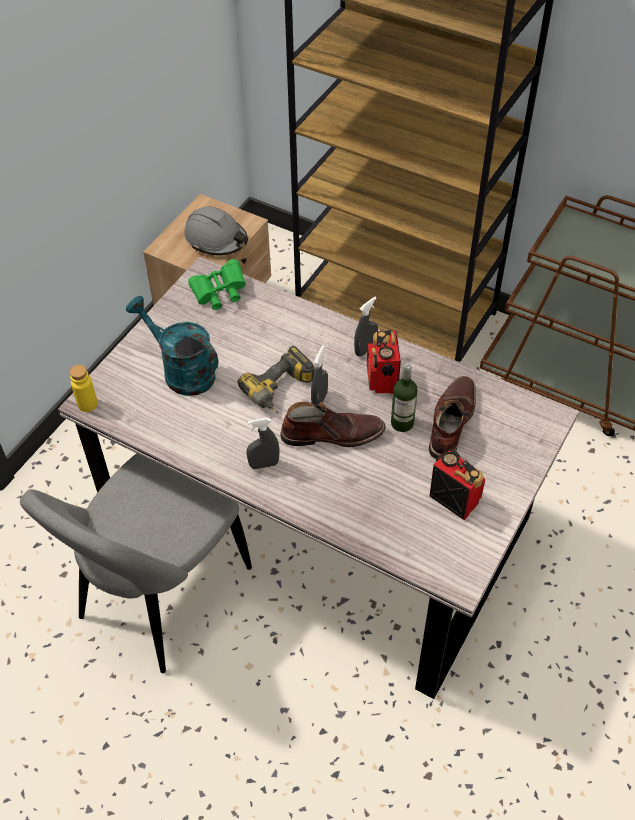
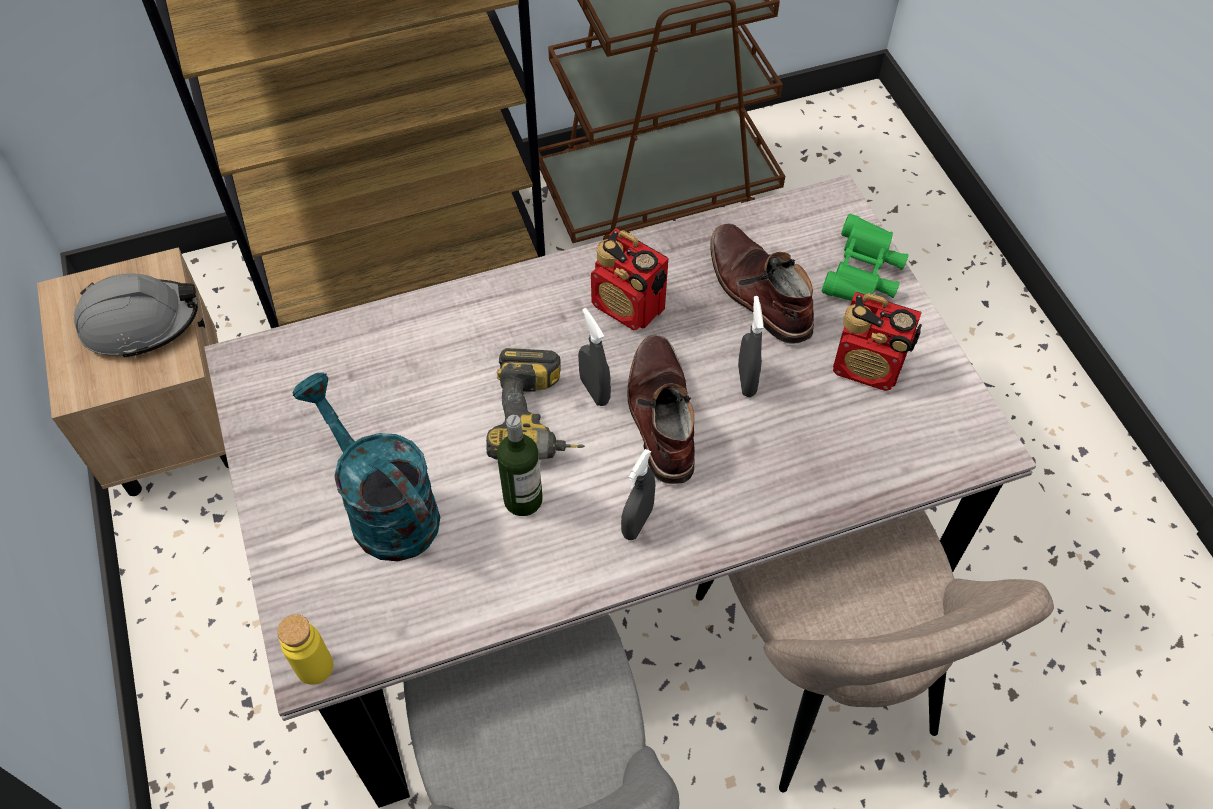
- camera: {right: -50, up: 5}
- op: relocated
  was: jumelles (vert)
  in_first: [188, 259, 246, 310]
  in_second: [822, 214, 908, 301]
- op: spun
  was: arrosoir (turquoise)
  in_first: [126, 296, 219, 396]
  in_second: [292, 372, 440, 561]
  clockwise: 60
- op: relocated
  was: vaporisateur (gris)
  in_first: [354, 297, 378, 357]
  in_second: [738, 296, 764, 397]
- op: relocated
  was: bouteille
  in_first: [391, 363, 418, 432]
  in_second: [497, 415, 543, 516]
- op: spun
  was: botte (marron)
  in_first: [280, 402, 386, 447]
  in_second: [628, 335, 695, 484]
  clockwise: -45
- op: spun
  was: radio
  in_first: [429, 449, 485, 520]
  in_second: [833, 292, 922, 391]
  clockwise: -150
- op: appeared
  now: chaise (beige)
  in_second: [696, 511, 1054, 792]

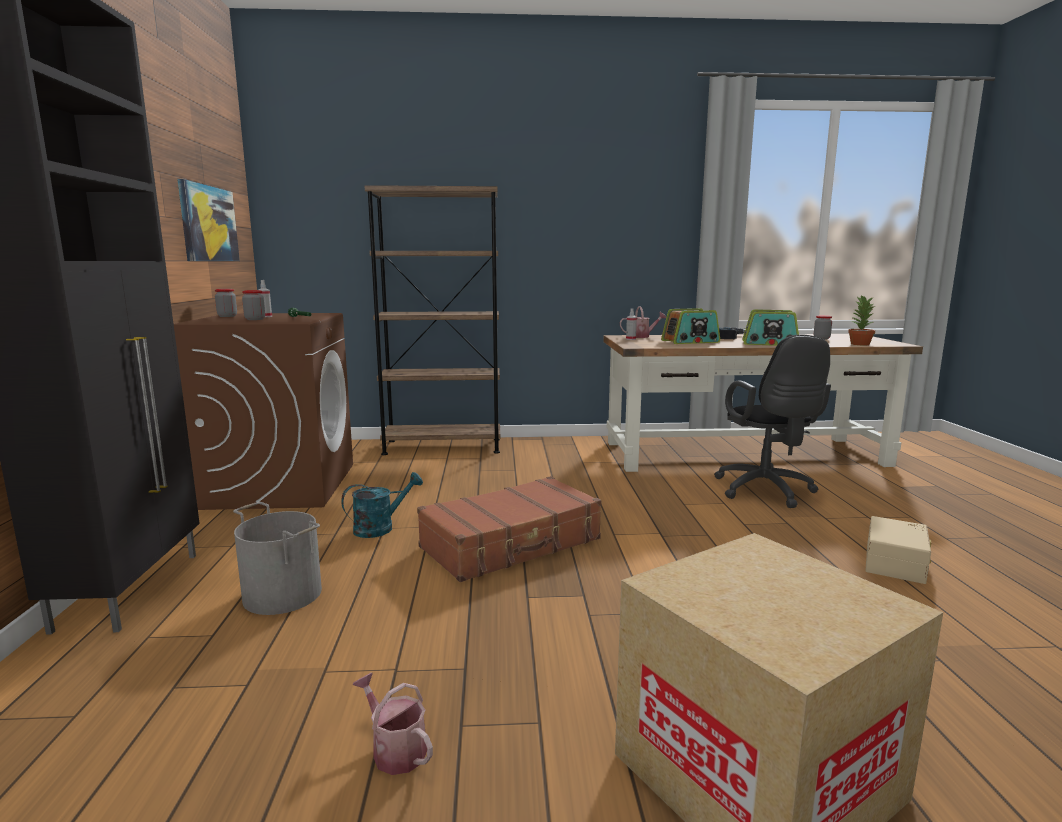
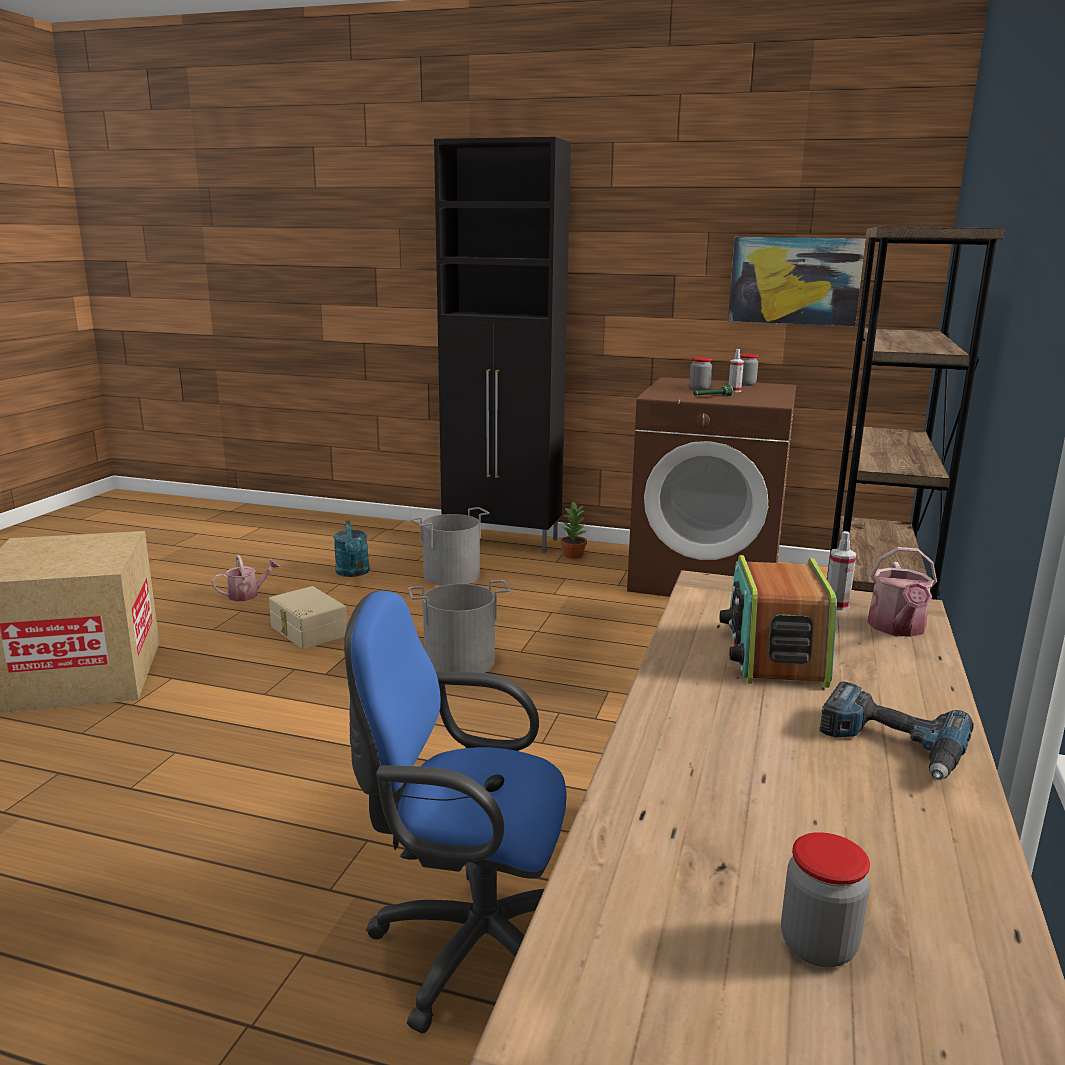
- camera: {right: 110, up: 5}
- op: relocated
  was: plante en pot
  in_first: [848, 295, 875, 345]
  in_second: [560, 501, 588, 559]
- op: missing
  was: radio
  in_first: [742, 309, 799, 346]
- op: colour
  was: chaise de bureau (noir)
  now: chaise de bureau (bleu)
  in_first: [714, 334, 831, 508]
  in_second: [344, 590, 567, 1034]
- op: relocated
  was: arrosoir (turquoise)
  in_first: [341, 472, 423, 538]
  in_second: [333, 520, 370, 577]
- op: exchanged
  was: valise (marron)
  now: seau (gris)
  in_first: [417, 476, 601, 582]
  in_second: [408, 580, 510, 673]
- op: relocated
  was: boîte de rangement (beige)
  in_first: [865, 516, 931, 584]
  in_second: [269, 586, 347, 649]

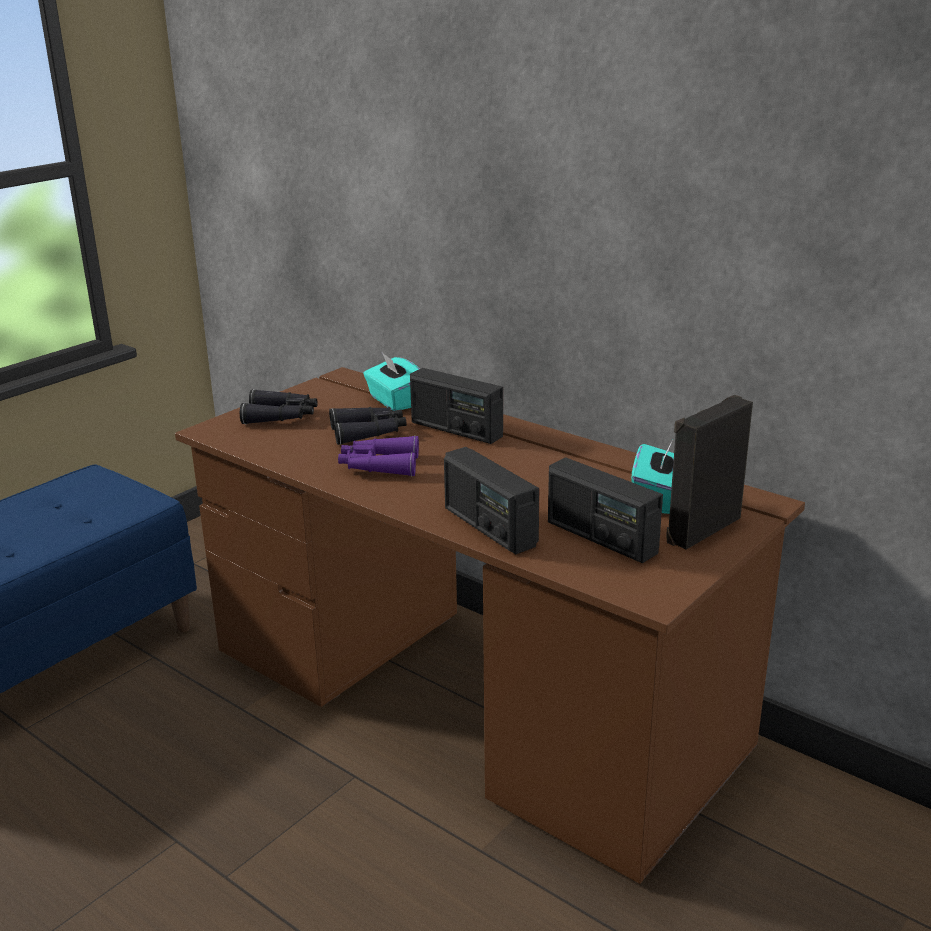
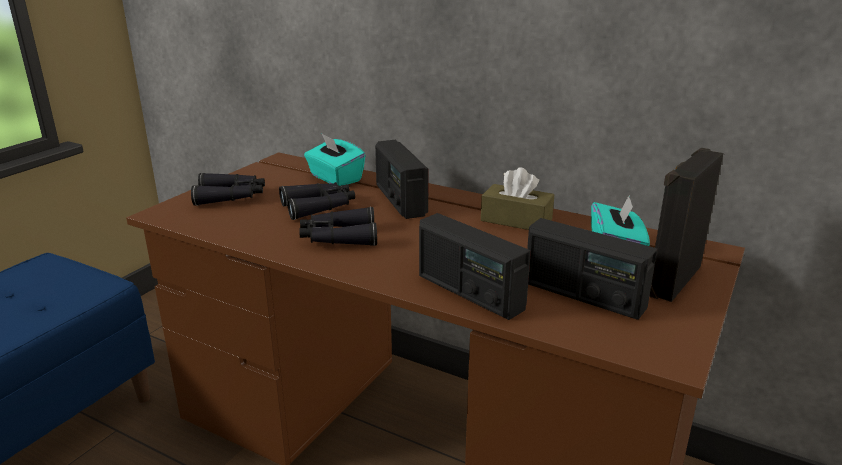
- camera: {right: -10, up: 0}
- op: spun
  was: radio
  in_first: [410, 368, 503, 444]
  in_second: [375, 140, 429, 219]
  clockwise: 45
- op: colour
  was: jumelles (violet)
  now: jumelles (noir)
  in_first: [338, 436, 419, 476]
  in_second: [299, 207, 377, 246]
- op: appeared
  now: boîte à mouchoirs (marron)
  in_second: [481, 167, 554, 230]

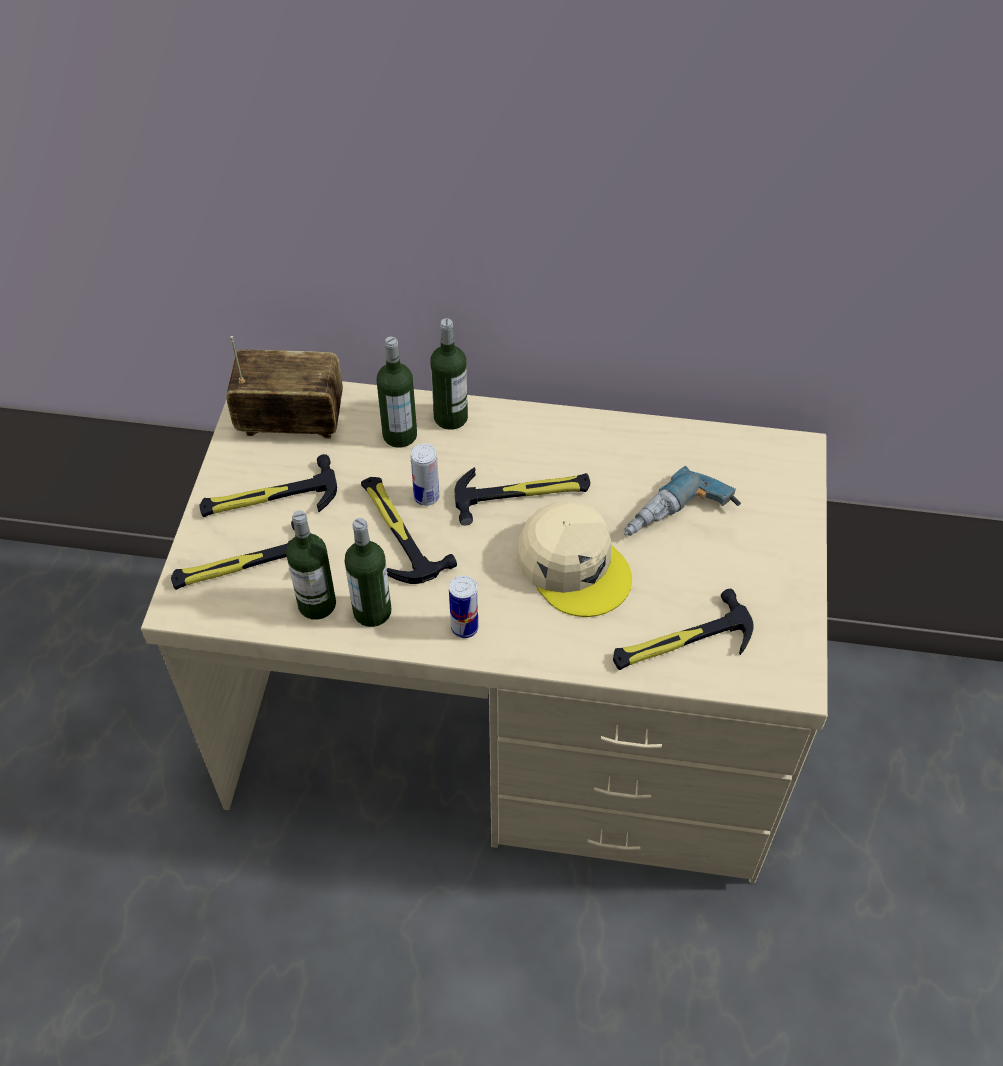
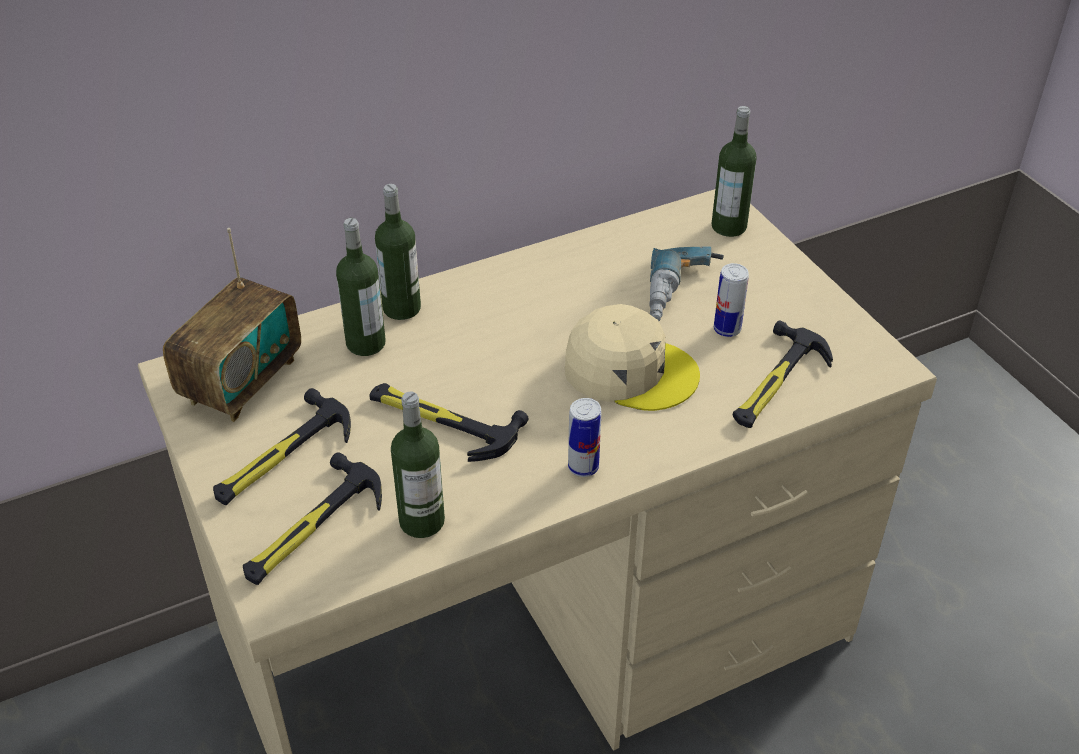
- camera: {right: -35, up: -10}
- op: spun
  was: radio
  in_first: [226, 336, 343, 438]
  in_second: [163, 228, 301, 422]
  clockwise: 150
- op: relocated
  was: boîte métallique
  in_first: [411, 443, 439, 506]
  in_second: [714, 263, 749, 337]
- op: missing
  was: marteau
  in_first: [455, 467, 590, 525]
- op: relocated
  was: bouteille
  in_first: [345, 518, 391, 627]
  in_second: [712, 106, 757, 237]

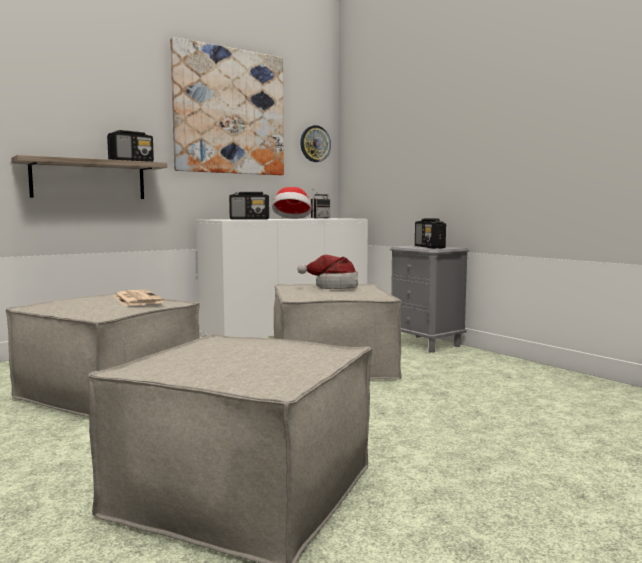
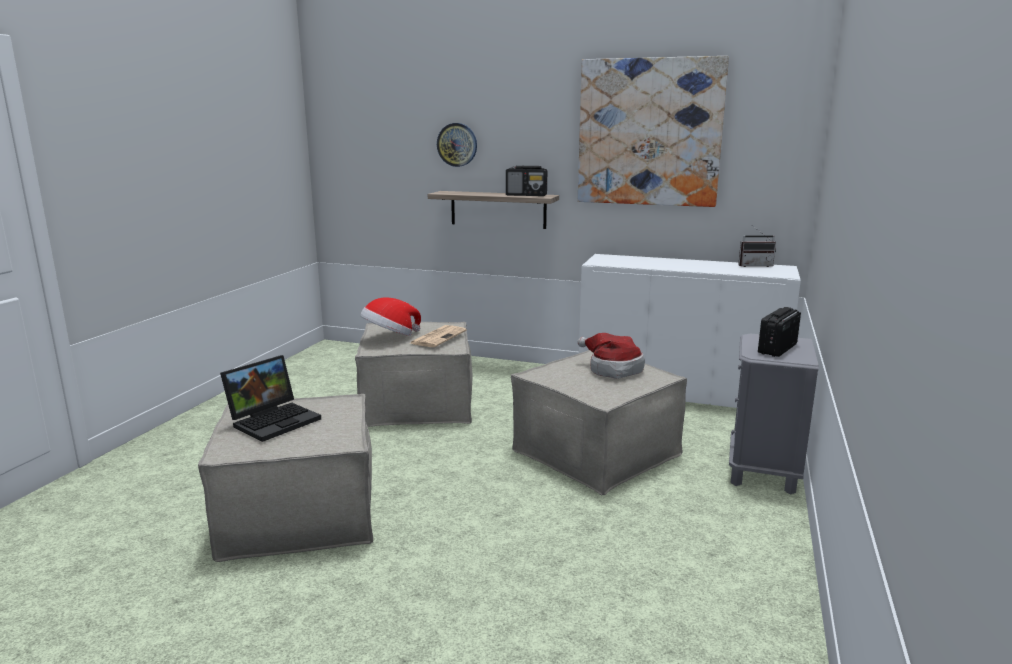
- camera: {right: 55, up: 10}
- op: relocated
  was: horloge murale
  in_first: [300, 125, 331, 162]
  in_second: [437, 123, 477, 167]
- op: relocated
  was: chapeau
  in_first: [272, 187, 312, 219]
  in_second: [360, 298, 421, 336]
- op: missing
  was: radio
  in_first: [229, 192, 269, 220]
- op: appeared
  now: ordinateur portable
  in_second: [220, 355, 321, 442]

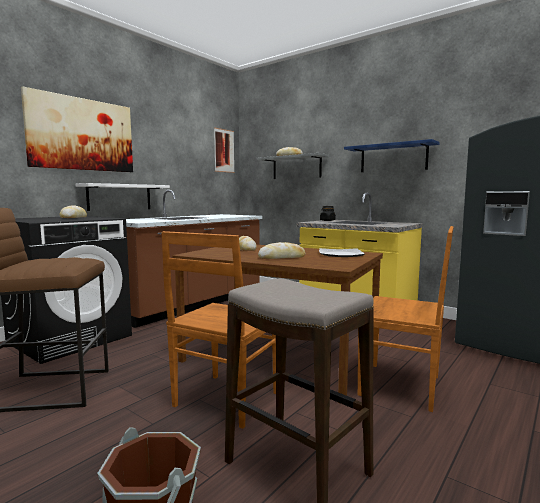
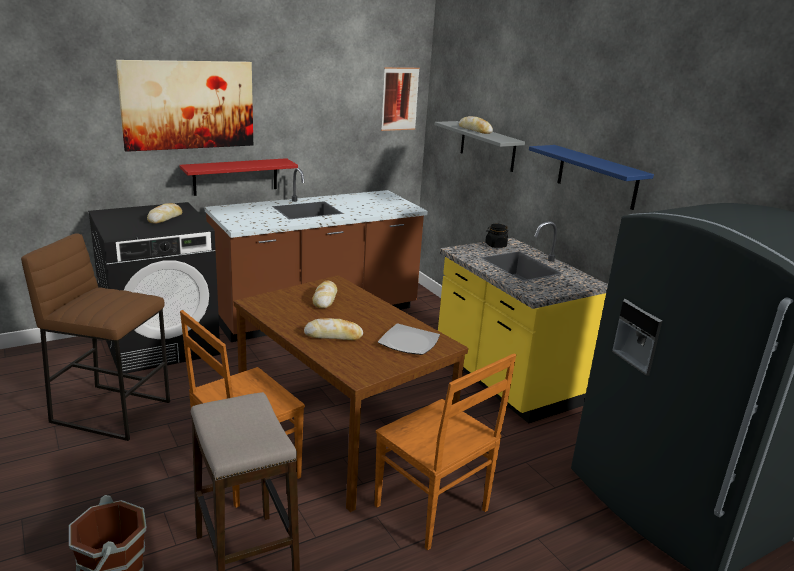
- camera: {right: 20, up: 15}
- op: colour
  was: étagère (blanc)
  now: étagère (rouge)
  in_first: [75, 183, 170, 211]
  in_second: [180, 158, 298, 196]

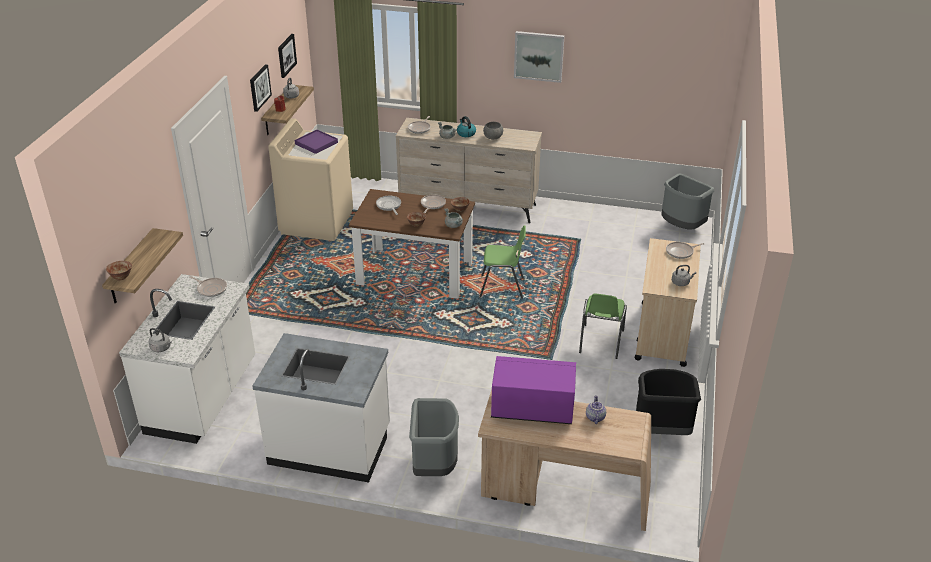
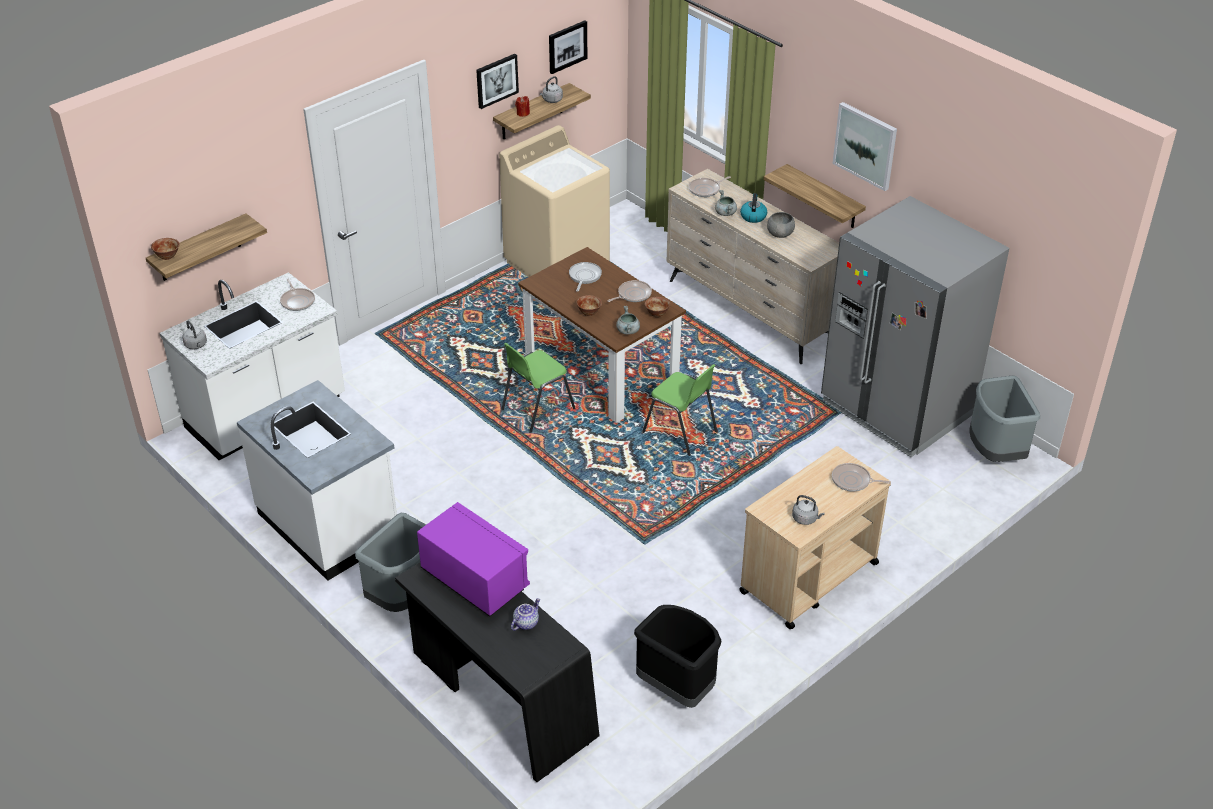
- camera: {right: 35, up: 5}
- op: missing
  was: plateau (violet)
  in_first: [294, 130, 338, 154]
- op: relocated
  was: chaise (vert)
  in_first: [579, 293, 627, 359]
  in_second: [501, 343, 576, 433]
- op: colour
  was: bureau (beige)
  now: bureau (noir)
  in_first: [478, 390, 651, 531]
  in_second: [395, 562, 600, 782]
- op: appeared
  now: étagère
  in_second: [764, 164, 866, 228]
- op: appeared
  now: réfrigérateur (gris)
  in_second: [821, 196, 1009, 457]

